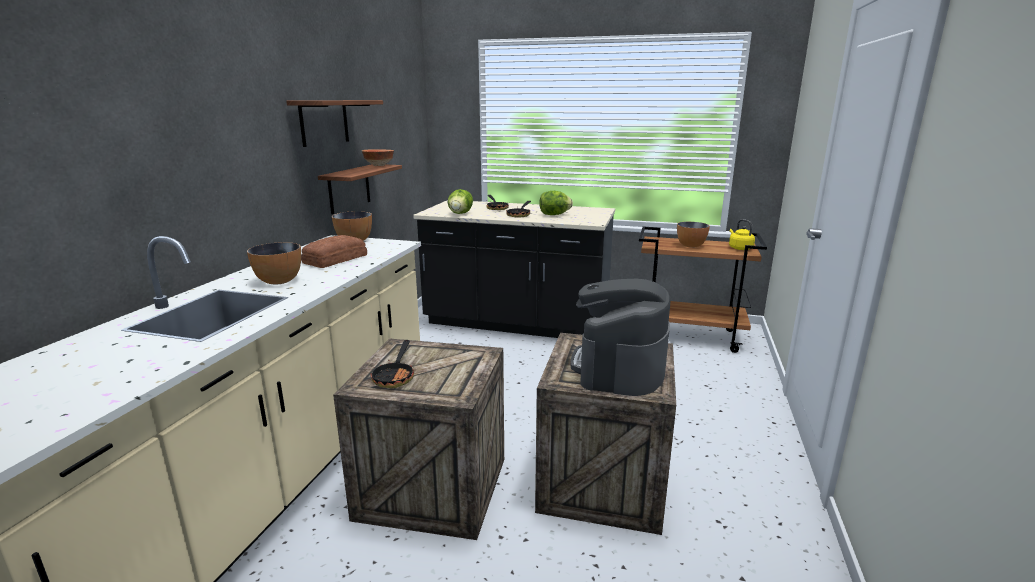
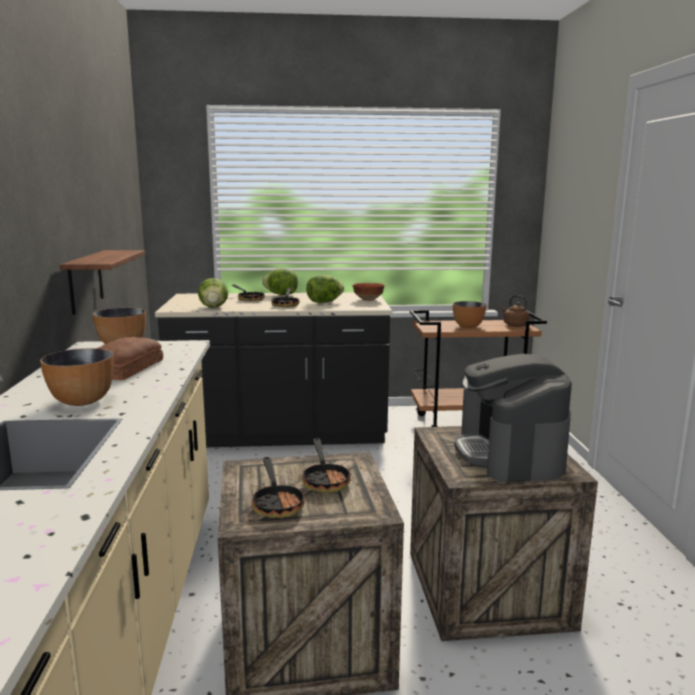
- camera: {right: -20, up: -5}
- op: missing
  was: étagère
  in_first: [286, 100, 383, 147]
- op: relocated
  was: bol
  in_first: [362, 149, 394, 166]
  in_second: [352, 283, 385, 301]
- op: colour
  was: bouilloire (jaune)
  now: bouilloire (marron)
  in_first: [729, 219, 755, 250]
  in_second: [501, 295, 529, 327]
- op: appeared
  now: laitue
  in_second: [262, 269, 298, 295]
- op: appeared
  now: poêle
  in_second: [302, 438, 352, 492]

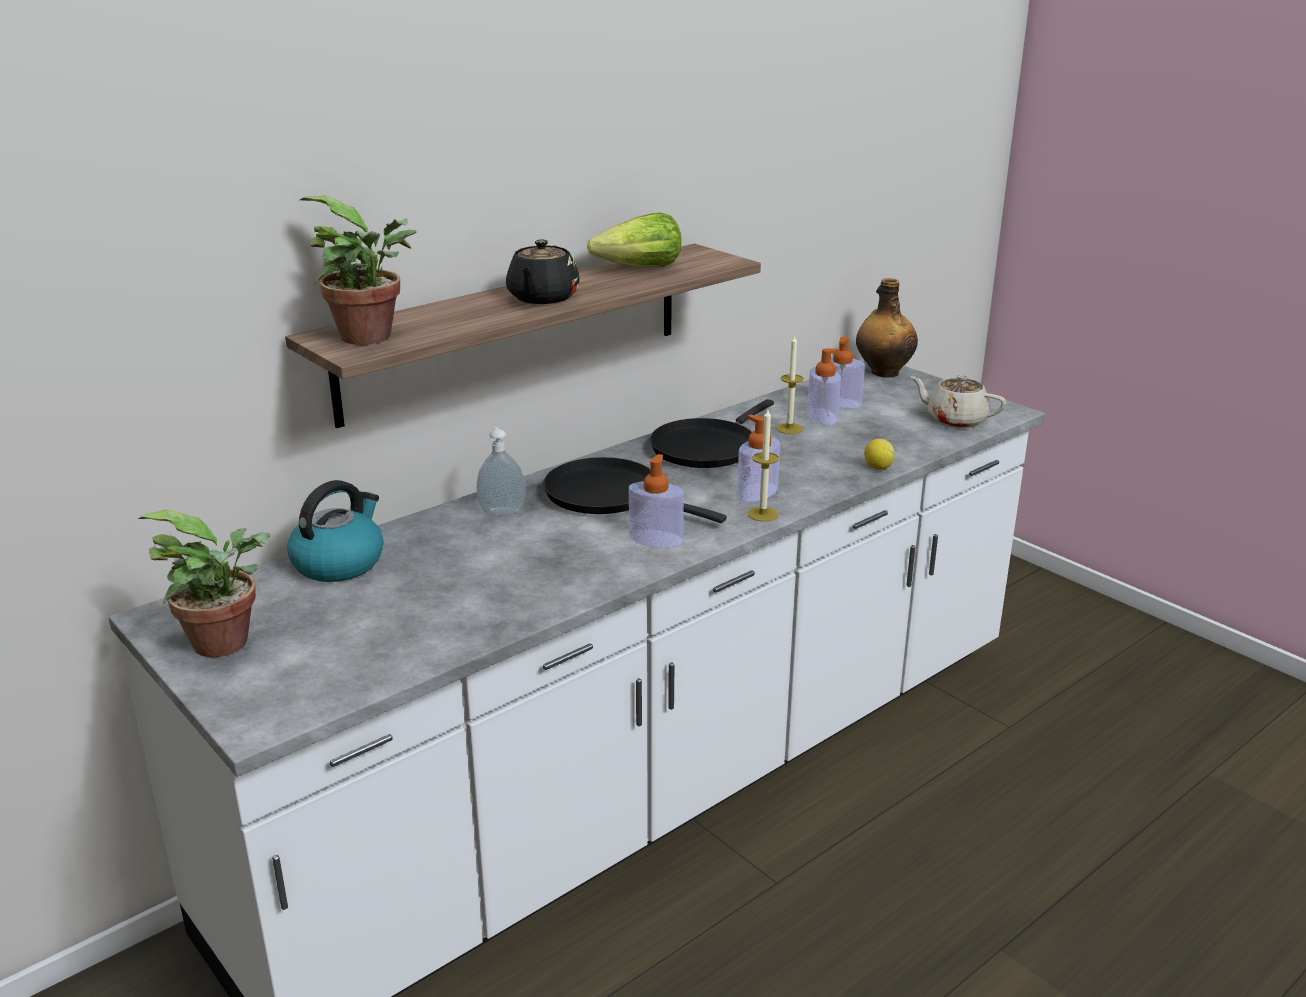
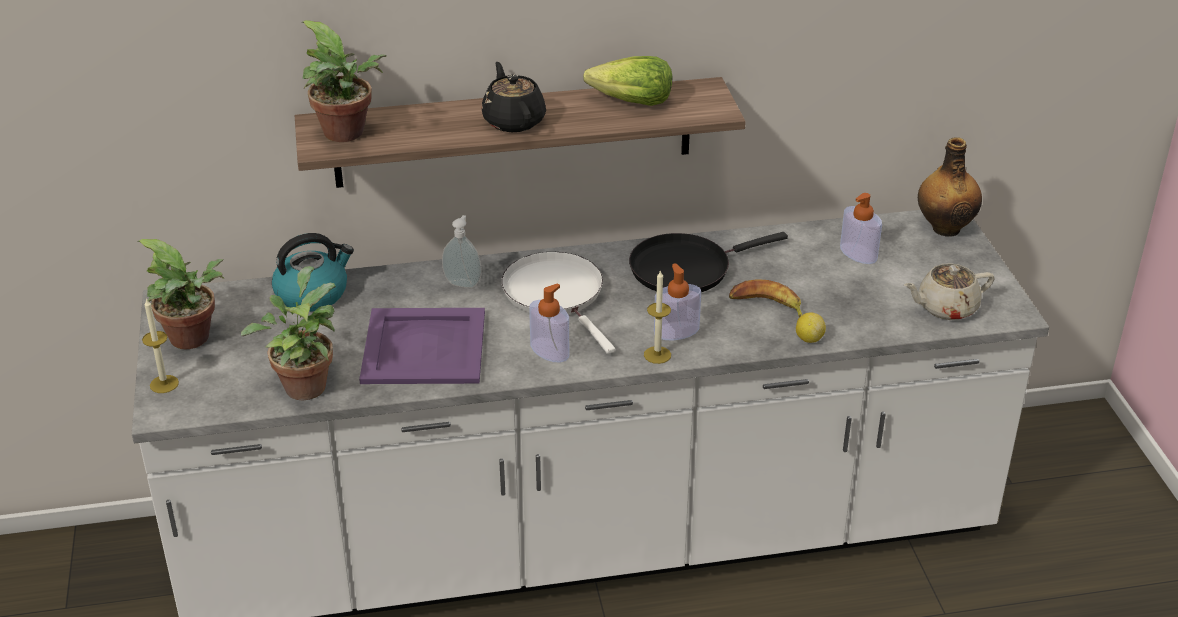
- camera: {right: 30, up: 10}
- op: spun
  was: théière (noir)
  in_first: [506, 240, 580, 304]
  in_second: [481, 62, 546, 132]
  clockwise: 120
- op: relocated
  was: bougie
  in_first: [776, 334, 804, 434]
  in_second: [142, 298, 179, 393]
- op: missing
  was: distributeur de savon
  in_first: [807, 349, 841, 425]
- op: spun
  was: théière (beige)
  in_first: [911, 375, 1006, 428]
  in_second: [904, 263, 994, 320]
  clockwise: -75
- op: colour
  was: poêle (noir)
  now: poêle (blanc)
  in_first: [543, 457, 727, 523]
  in_second: [502, 252, 615, 354]
- op: appeared
  now: plante en pot
  in_second: [241, 266, 336, 401]
- op: appeared
  now: banane
  in_second: [729, 279, 803, 317]
- op: appeared
  now: plateau (violet)
  in_second: [359, 308, 485, 384]

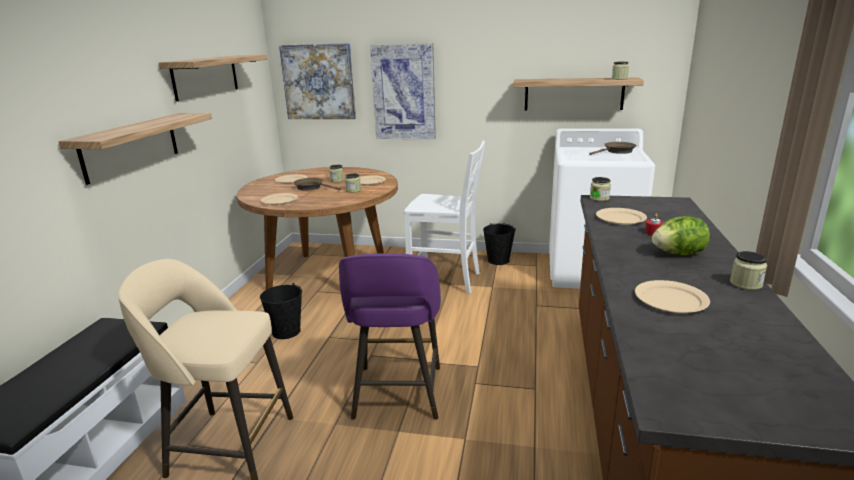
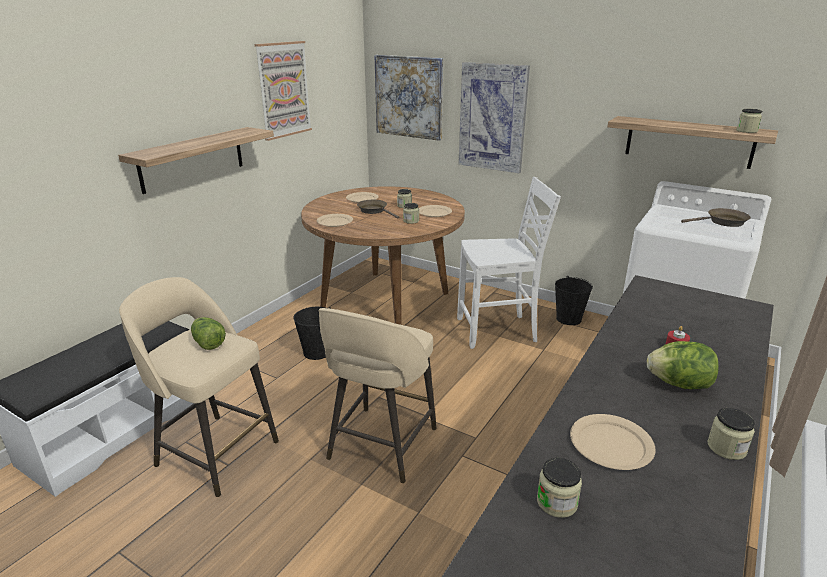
- camera: {right: 20, up: 5}
- op: exchanged
  was: étagère
  now: tableau
  in_first: [159, 55, 267, 102]
  in_second: [255, 41, 312, 141]
- op: spun
  was: chaise (blanc)
  in_first: [404, 140, 485, 294]
  in_second: [457, 177, 561, 349]
  clockwise: -45
- op: relocated
  was: bocal
  in_first: [590, 177, 611, 201]
  in_second: [537, 458, 582, 518]
- op: missing
  was: assiette (beige)
  in_first: [596, 208, 647, 225]
- op: colour
  was: tabouret (violet)
  now: tabouret (beige)
  in_first: [339, 253, 441, 420]
  in_second: [319, 308, 436, 483]
- op: appeared
  now: laitue
  in_second: [191, 317, 226, 350]

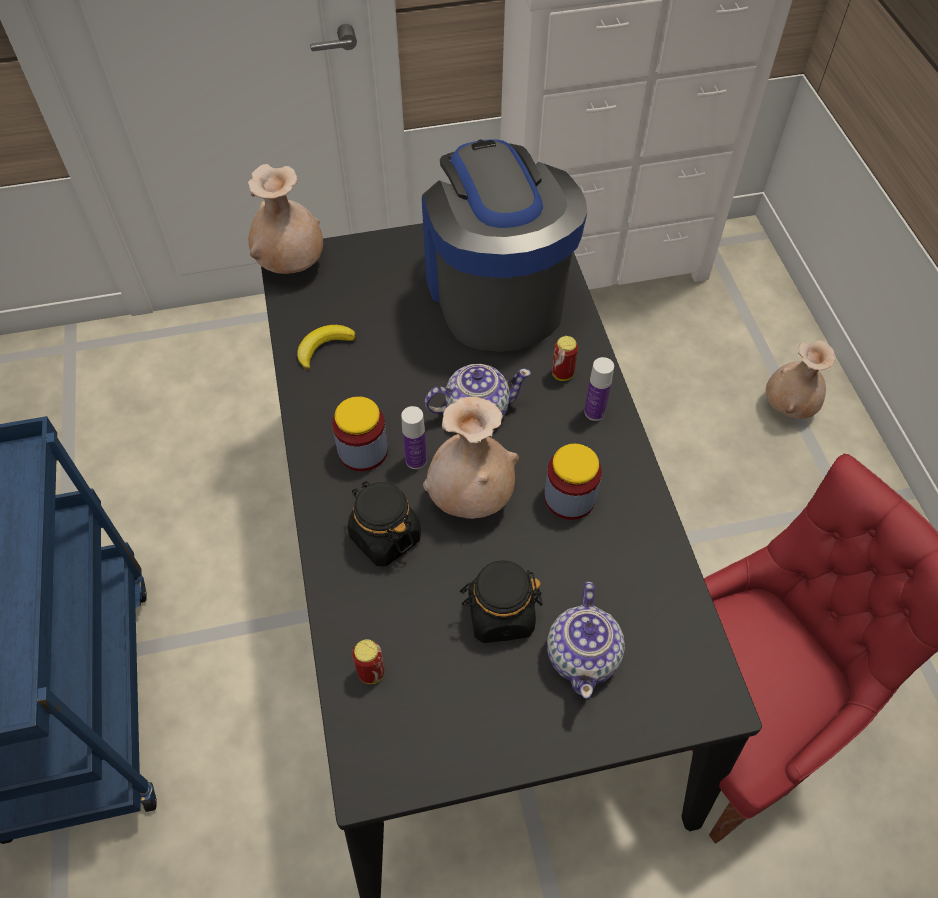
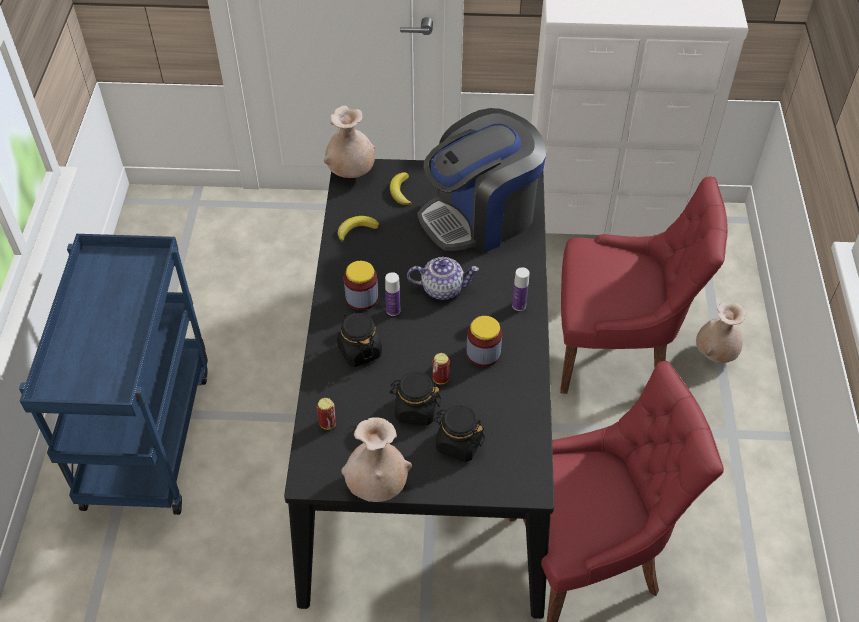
- camera: {right: 15, up: -5}
- op: spun
  was: machine à café
  in_first: [422, 139, 588, 352]
  in_second: [418, 108, 546, 253]
  clockwise: -120
- op: relocated
  was: boîte métallique
  in_first: [552, 336, 578, 381]
  in_second: [433, 353, 450, 384]
- op: relocated
  was: vase (beige)
  in_first: [423, 397, 519, 519]
  in_second: [341, 417, 412, 502]
- op: exchanged
  was: théière
  now: bocal (noir)
  in_first: [547, 582, 625, 699]
  in_second: [434, 405, 485, 462]
- op: appeared
  now: banane
  in_second: [390, 172, 412, 205]
- op: appeared
  now: chaise (rouge)
  in_second: [560, 177, 728, 394]

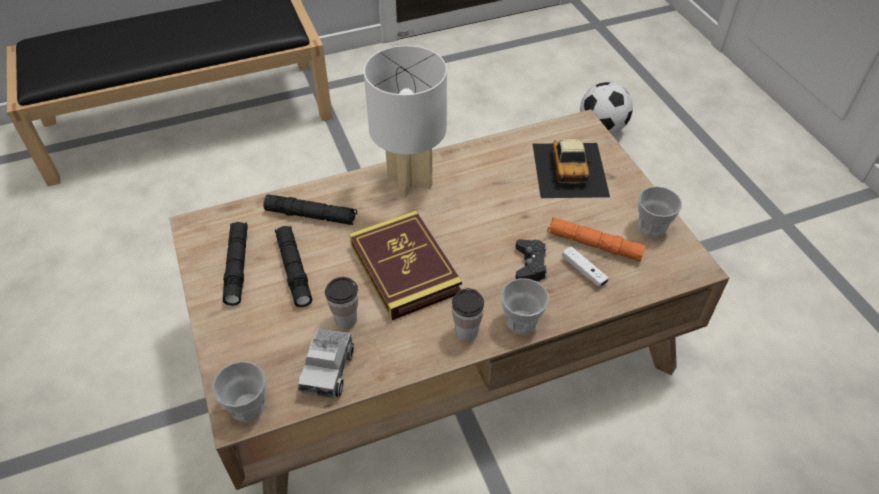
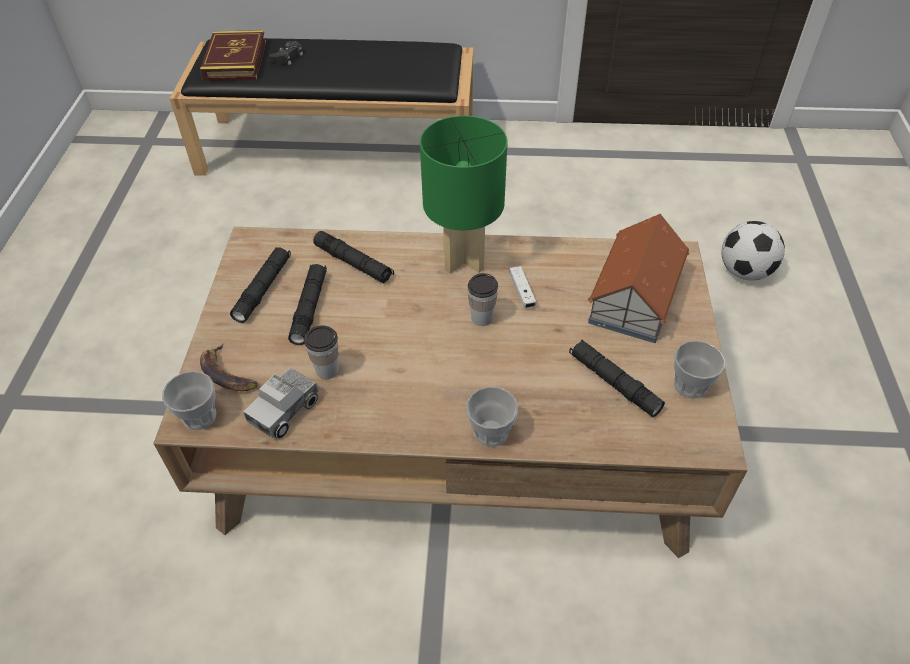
- camera: {right: 25, up: 0}
- op: colour
  was: lampe de table (blanc)
  now: lampe de table (vert)
  in_first: [364, 45, 447, 198]
  in_second: [420, 116, 508, 274]
- op: exchanged
  was: petite voiture
  now: maison miniature
  in_first: [533, 139, 610, 198]
  in_second: [588, 214, 690, 343]
- op: relocated
  was: livre
  in_first: [349, 211, 462, 320]
  in_second: [200, 30, 266, 81]
- op: colour
  was: lampe de poche (orange)
  now: lampe de poche (noir)
  in_first: [547, 217, 646, 262]
  in_second: [569, 339, 665, 417]
- op: relocated
  was: manette (noir)
  in_first: [515, 239, 547, 281]
  in_second: [269, 41, 303, 65]
- op: relocated
  was: manette (blanc)
  in_first: [562, 246, 609, 287]
  in_second: [509, 266, 536, 308]
- op: relocated
  was: tasse
  in_first: [452, 288, 484, 341]
  in_second: [468, 273, 498, 326]
- op: appeared
  now: banane
  in_second: [200, 343, 258, 391]

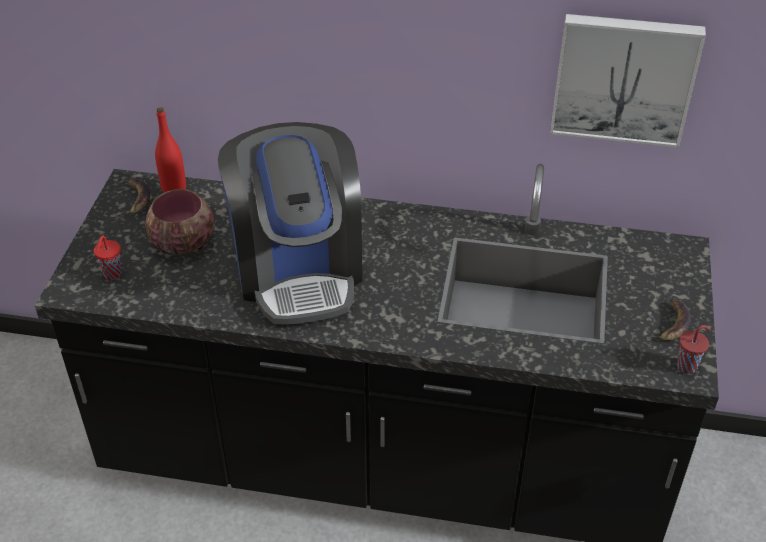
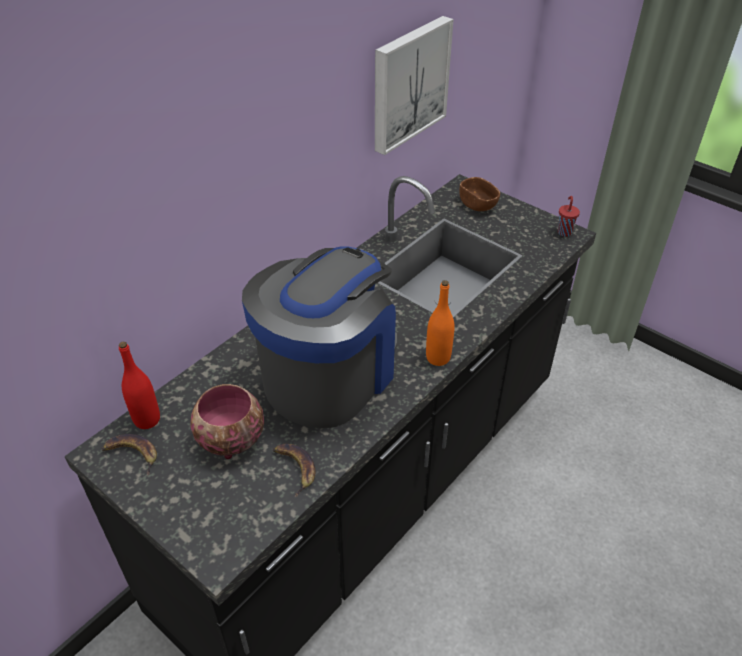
- camera: {right: -60, up: 0}
- op: spun
  was: machine à café
  in_first: [218, 122, 362, 325]
  in_second: [242, 246, 397, 428]
  clockwise: -75
- op: missing
  was: tasse (rouge)
  in_first: [94, 236, 122, 280]
- op: relocated
  was: banane
  in_first: [647, 299, 691, 341]
  in_second: [273, 444, 315, 497]
- op: appeared
  now: bol (marron)
  in_second: [459, 177, 500, 211]
- op: appeared
  now: bouteille (orange)
  in_second: [426, 280, 454, 366]

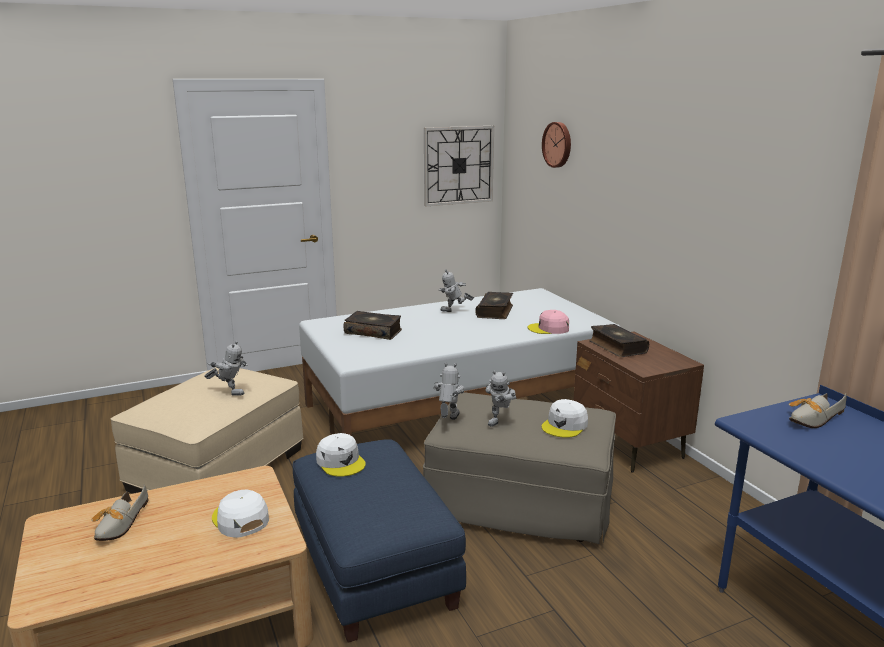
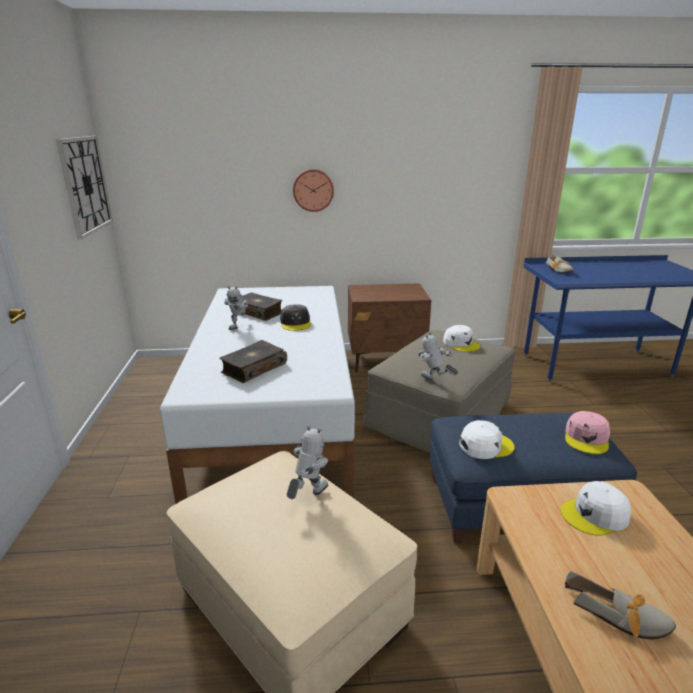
- camera: {right: -70, up: 5}
- op: relocated
  was: horloge murale
  in_first: [542, 122, 571, 168]
  in_second: [293, 169, 334, 212]
- op: relocated
  was: casquette (rose)
  in_first: [528, 310, 569, 334]
  in_second: [565, 411, 610, 454]
- op: missing
  was: livre
  in_first: [589, 324, 649, 357]
- op: missing
  was: robot jouet
  in_first: [486, 371, 516, 426]
- op: appeared
  now: casquette (gris)
  in_second: [280, 304, 311, 331]

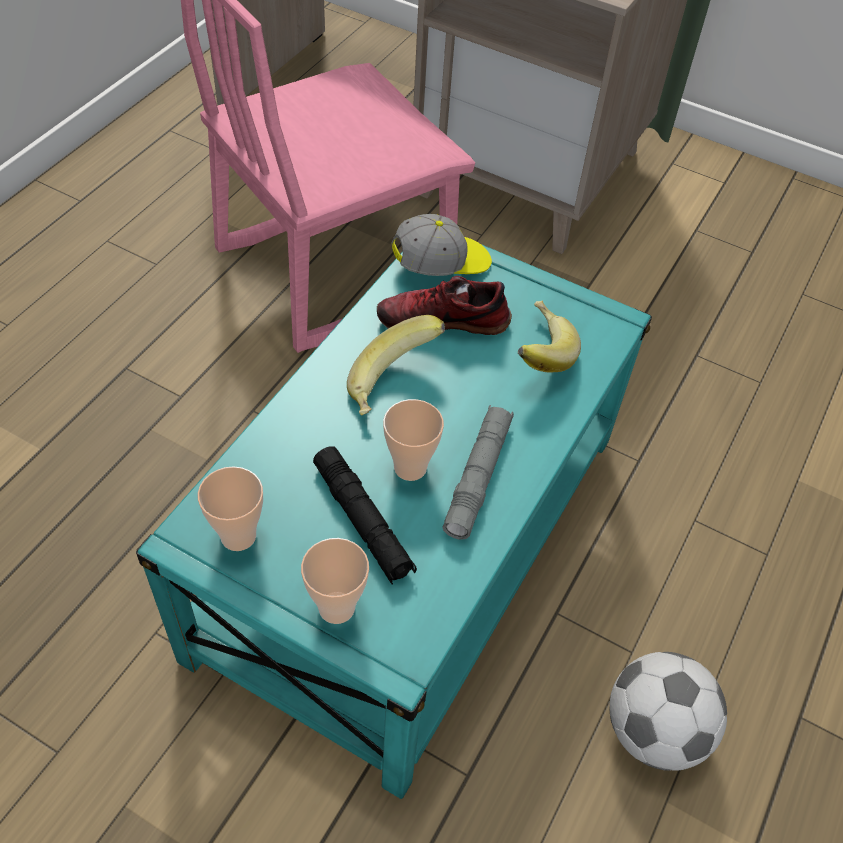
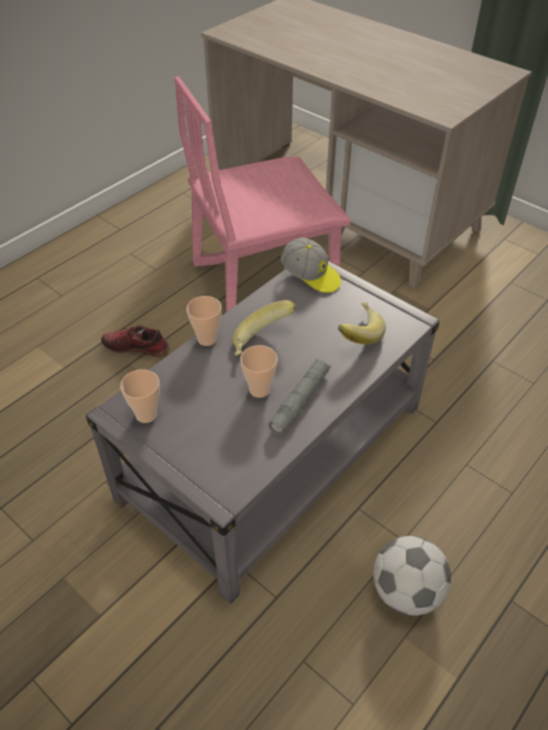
- camera: {right: 15, up: -5}
- op: spun
  was: casquette
  in_first: [391, 214, 492, 276]
  in_second: [281, 237, 341, 293]
  clockwise: 45
- op: colour
  was: table basse (turquoise)
  now: table basse (gris)
  in_first: [136, 244, 652, 799]
  in_second: [86, 261, 440, 604]
- op: relocated
  was: chaussure
  in_first: [377, 276, 512, 335]
  in_second: [101, 325, 169, 357]
- op: missing
  was: lampe de poche (noir)
  in_first: [313, 446, 417, 584]
- op: relocated
  was: tasse
  in_first: [301, 538, 369, 624]
  in_second: [187, 296, 222, 346]

